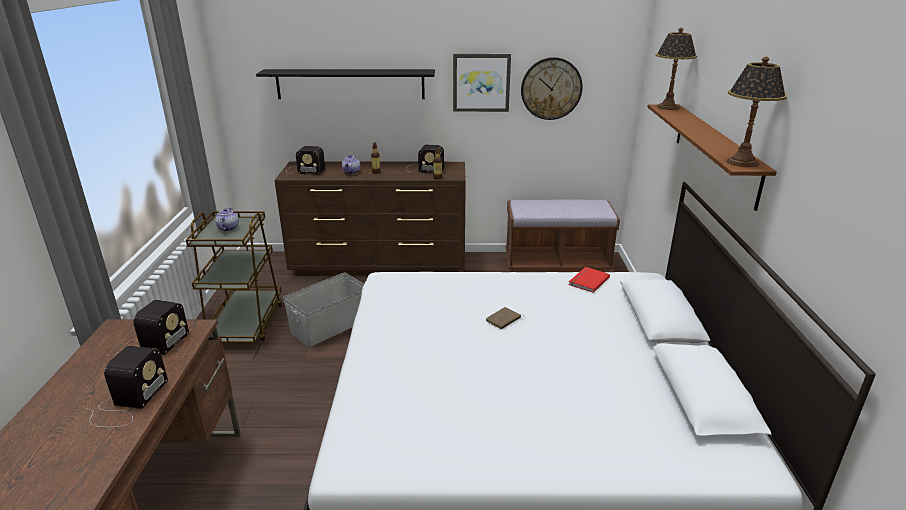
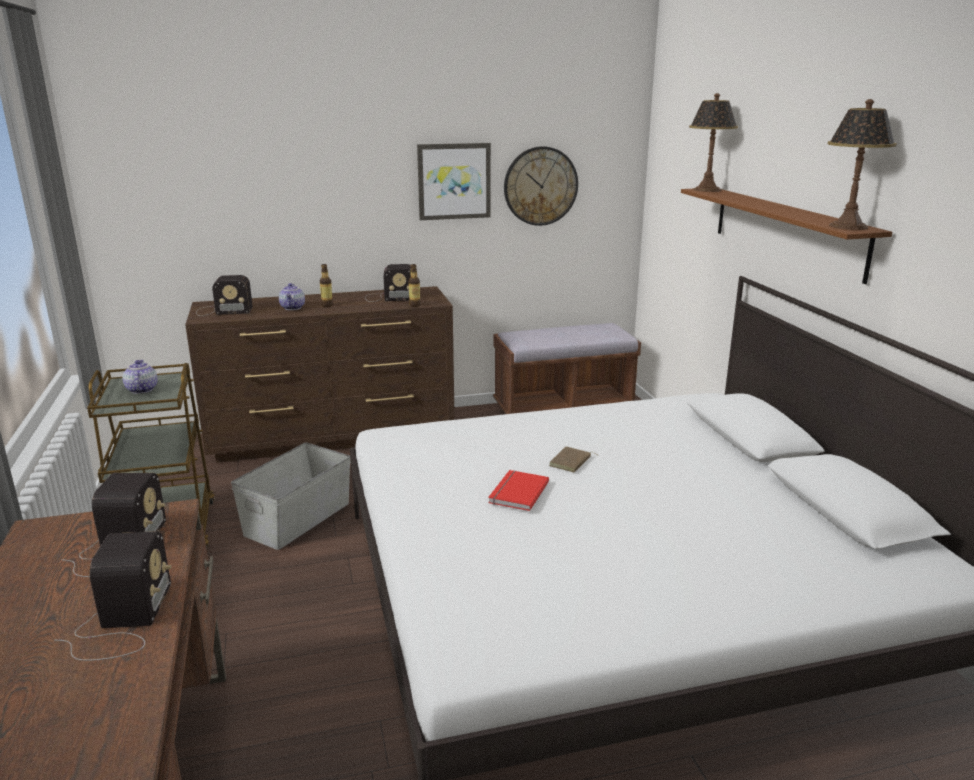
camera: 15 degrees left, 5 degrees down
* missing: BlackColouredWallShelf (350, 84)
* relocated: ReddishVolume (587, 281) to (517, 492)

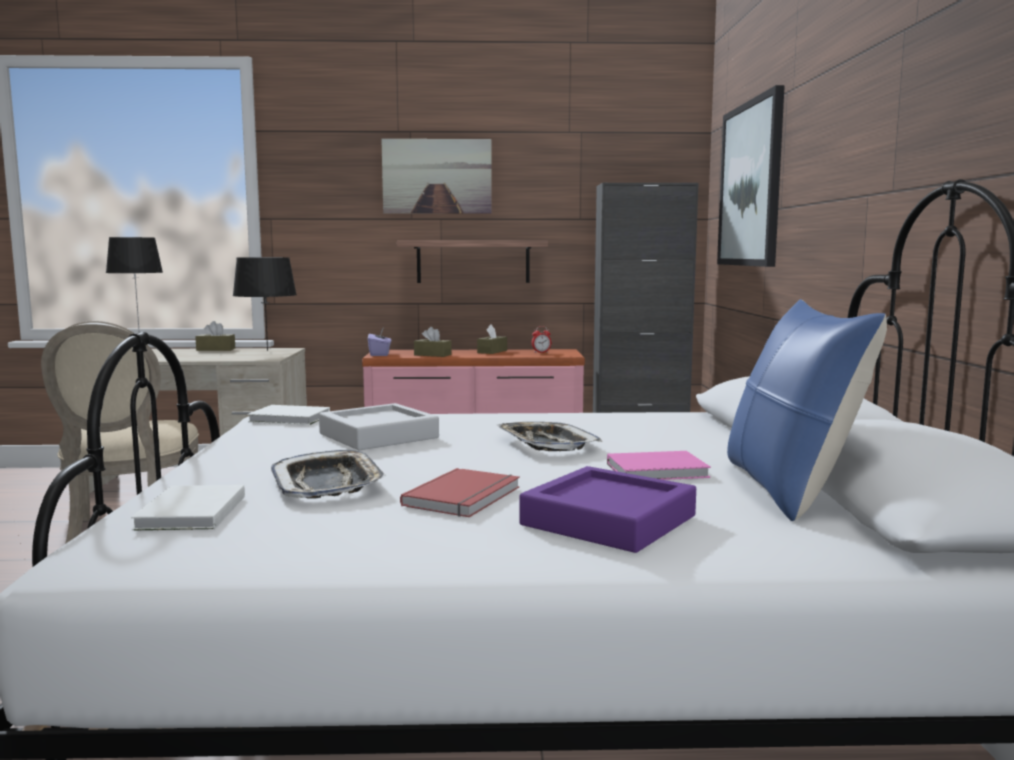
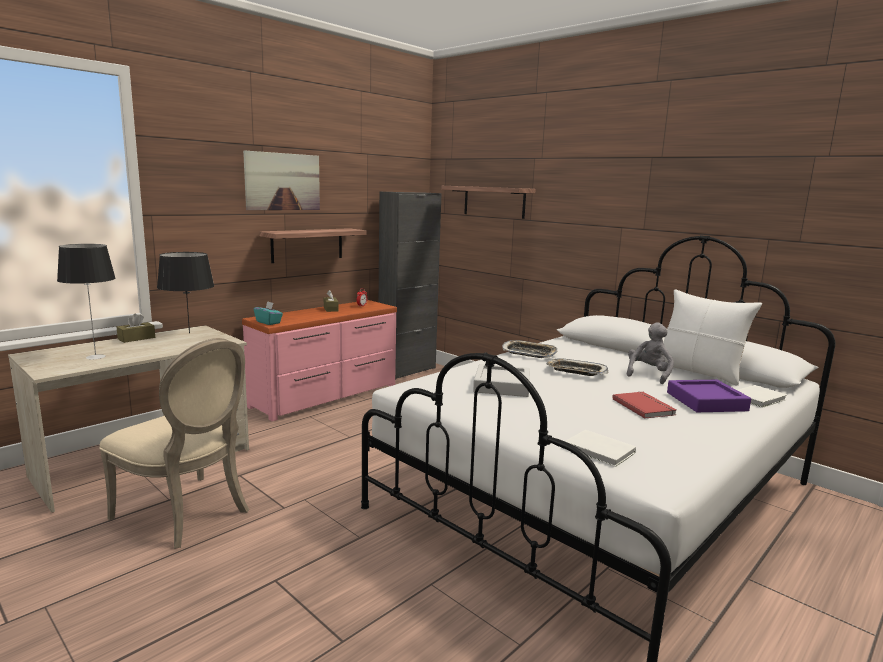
camera: 45 degrees left, 5 degrees up
* relocated: WhiteVolume (291, 419) to (759, 398)
* relocated: Tray (328, 484) to (529, 353)
* colour: PurplishTissueHolder (380, 354) to TurquoiseColouredTissueHolder (268, 322)
* missing: BrownColouredTissueHolder (432, 355)
* exchanged: PinkColouredVolume (660, 471) to GreySoftToy (648, 374)
* exchanged: WallArt (750, 184) to WallShelf (494, 202)
* colour: BluishThrowPillow (789, 489) to WhiteThrowPillow (698, 372)

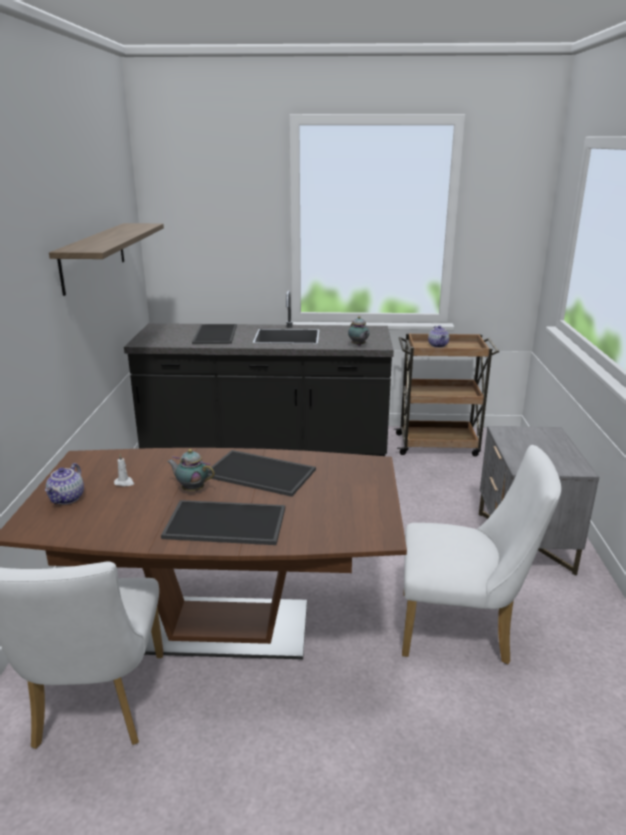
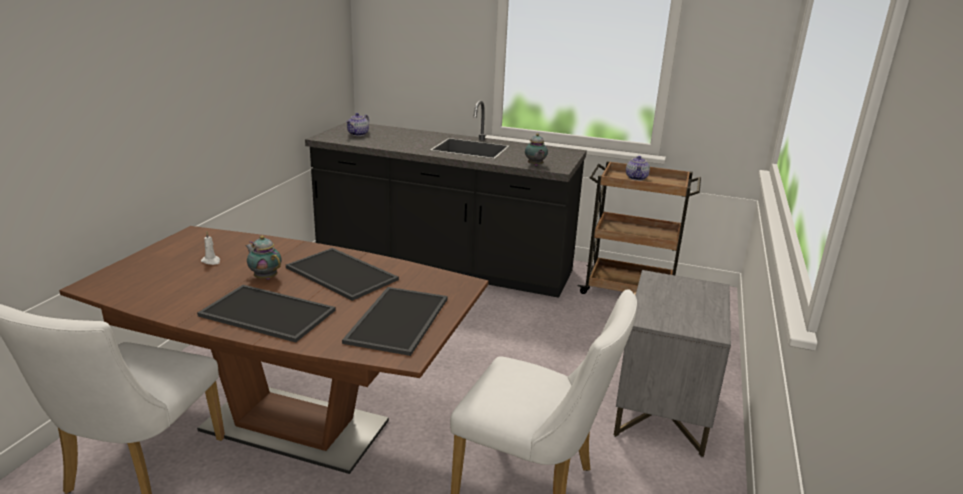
camera: 15 degrees right, 0 degrees up
* relocated: TeaPot (67, 499) to (358, 134)
* missing: WallShelf (94, 256)
* relocated: Tray (214, 334) to (396, 319)

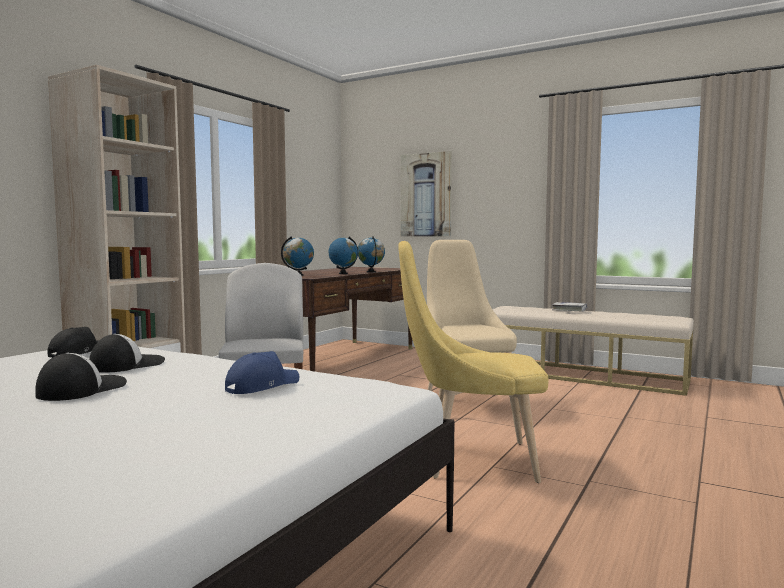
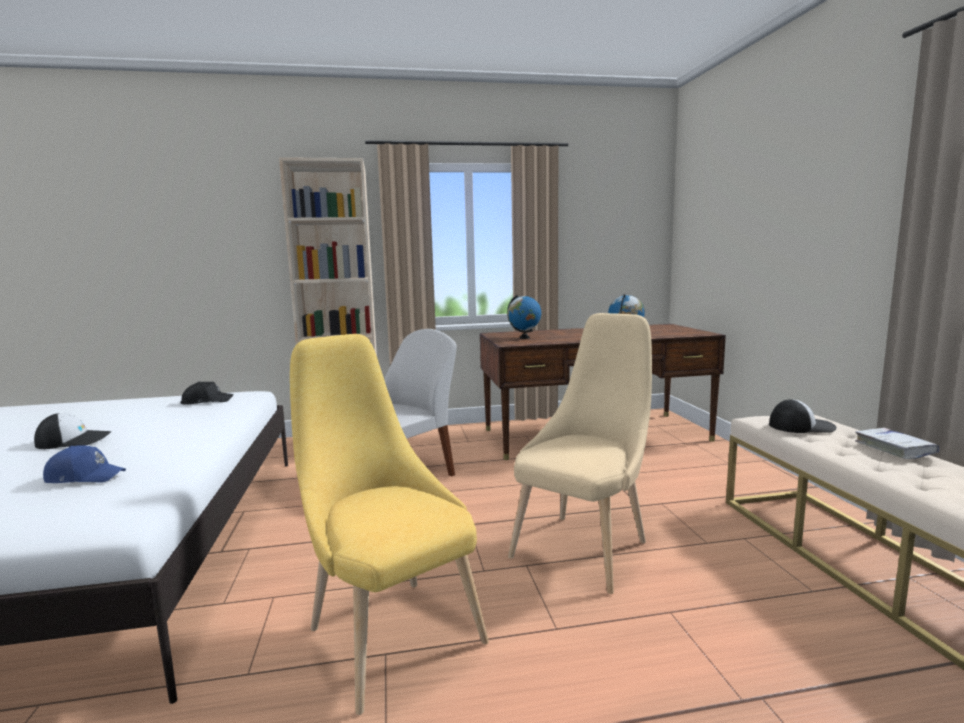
camera: 50 degrees right, 5 degrees up
* relocated: BaseballCap (127, 365) to (801, 426)
* missing: Globe (343, 273)
* missing: WallArt (426, 195)

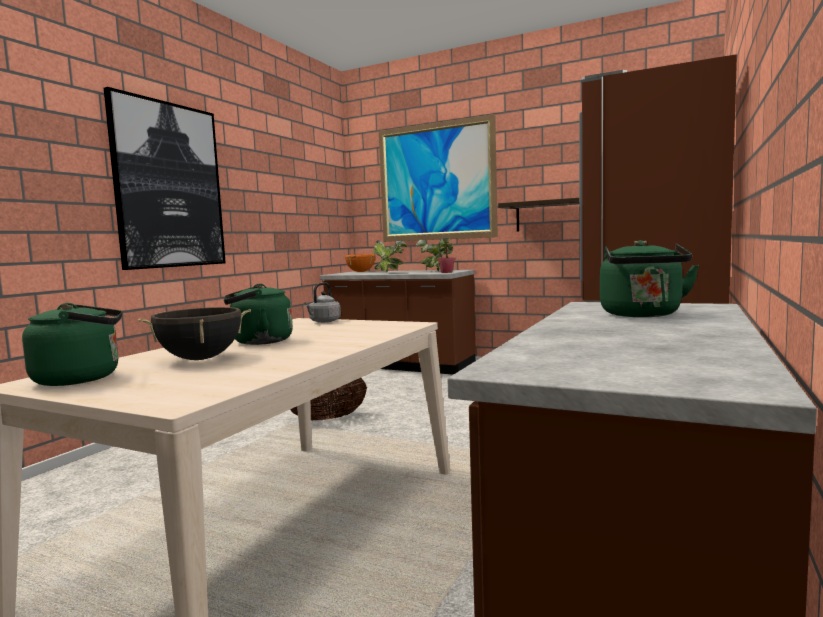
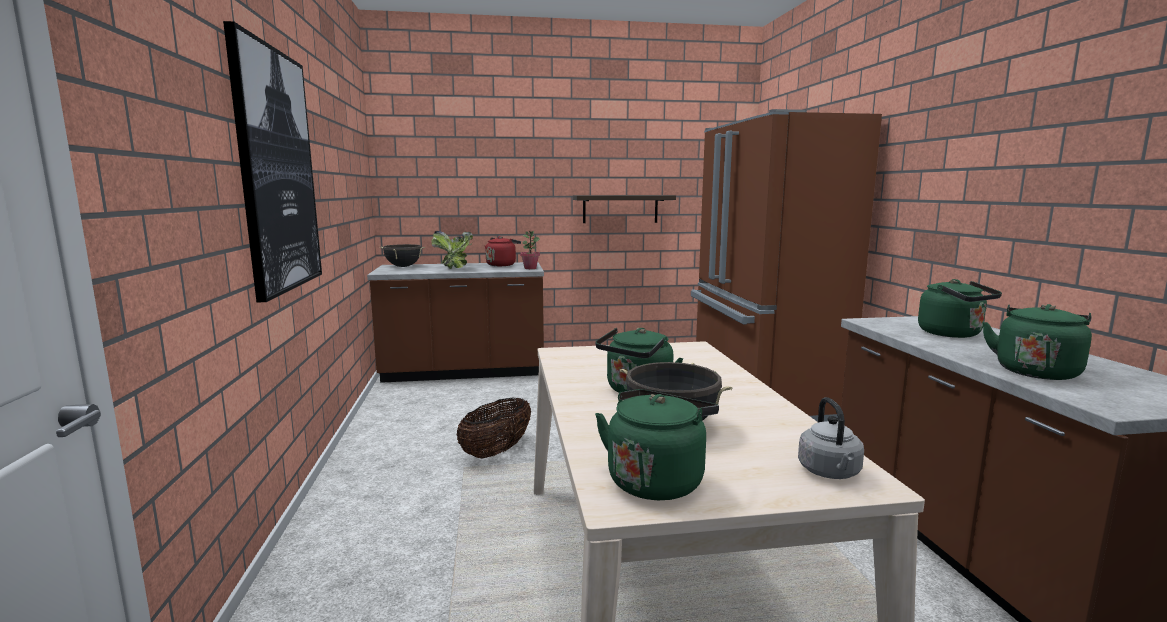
camera: 35 degrees left, 5 degrees up
* relocated: GreyKettle (323, 321) to (830, 473)
* colour: OrangeCookingPot (361, 272) to BlackColouredCookingPot (403, 266)
* missing: WallArt (436, 182)
* exchanged: PlantInAPot (435, 271) to ReddishKettle (502, 265)
* appeared: GreenKettle (1036, 371)

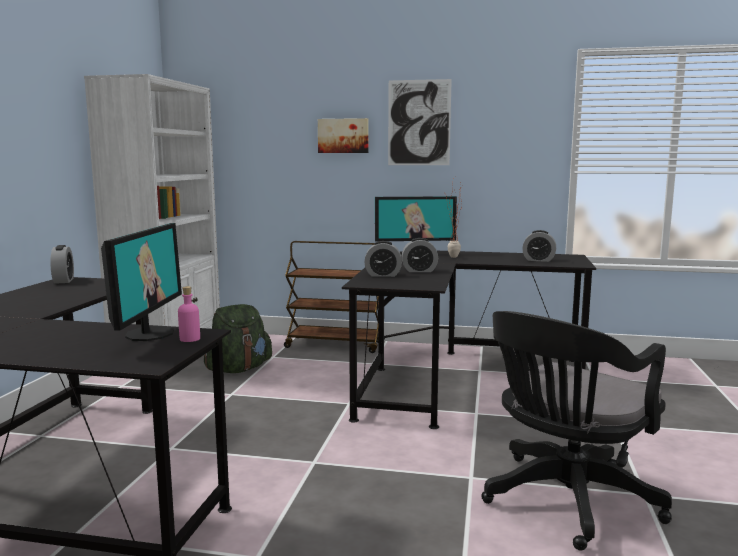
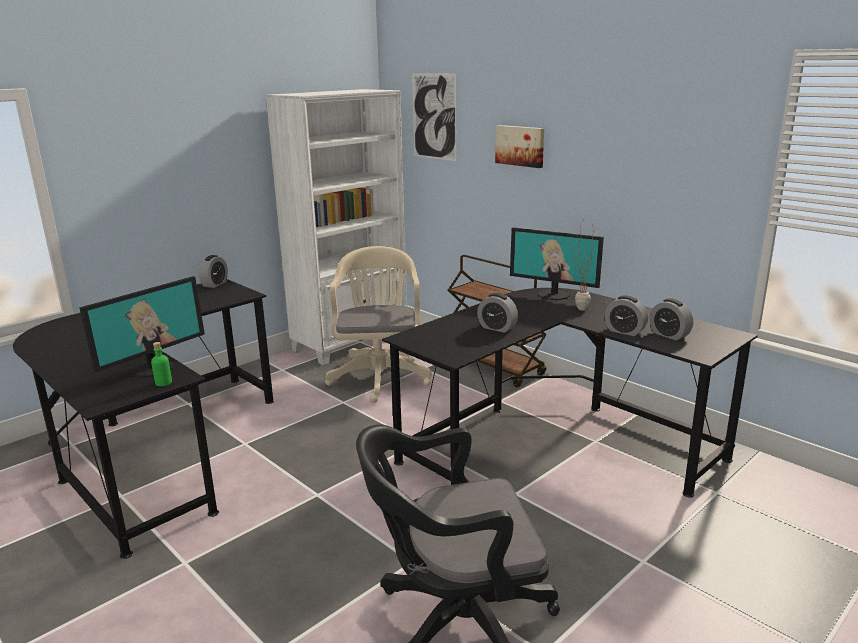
camera: 35 degrees right, 10 degrees up
* colour: PinkColouredBottle (190, 339) to GreenBottle (163, 382)
* exchanged: GreenRucksack (238, 369) to SandColouredComputerChair (379, 376)
* relocated: BedsideClock (383, 275) to (624, 331)
* relocated: WallArt (419, 123) to (434, 116)

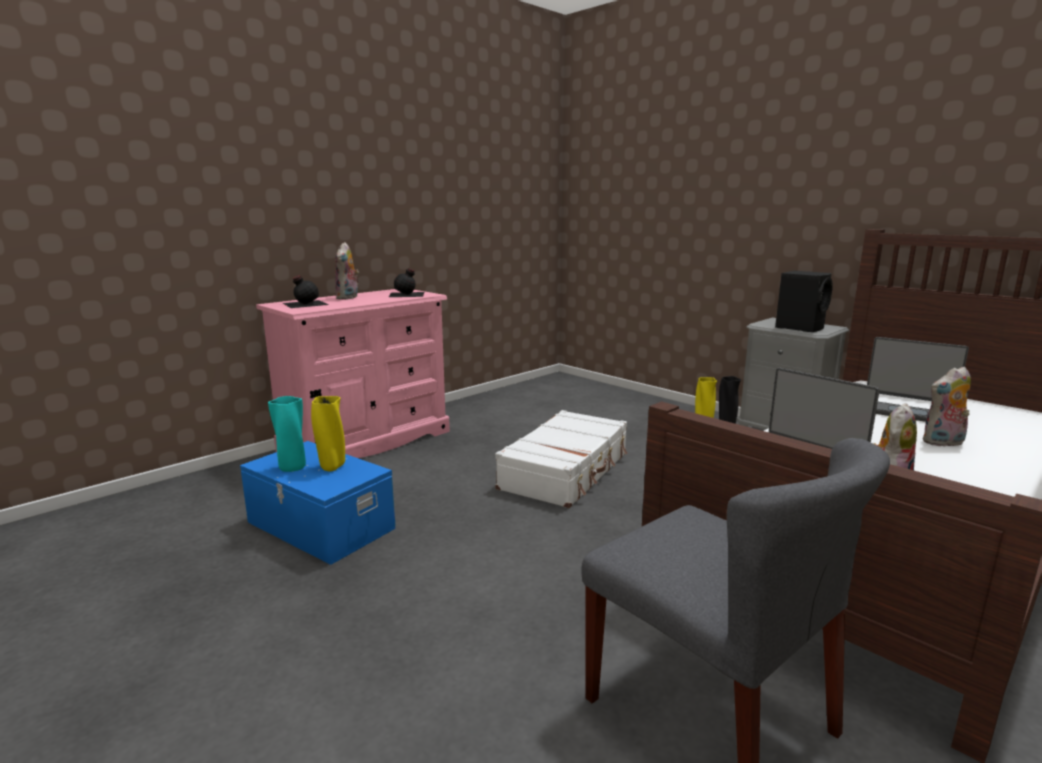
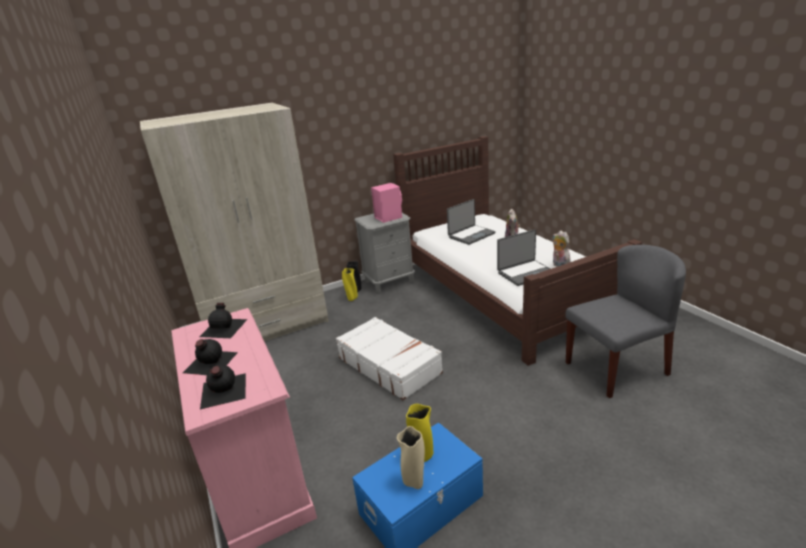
camera: 70 degrees left, 10 degrees up
* colour: TurquoiseColouredVase (293, 468) to SandColouredVase (414, 482)
* exchanged: SoftToy (348, 298) to BlackColouredBottle (209, 362)
* colour: BlackColouredLoudspeaker (800, 327) to PinkColouredLoudspeaker (388, 217)
* appeared: SandColouredWardrobe (267, 325)

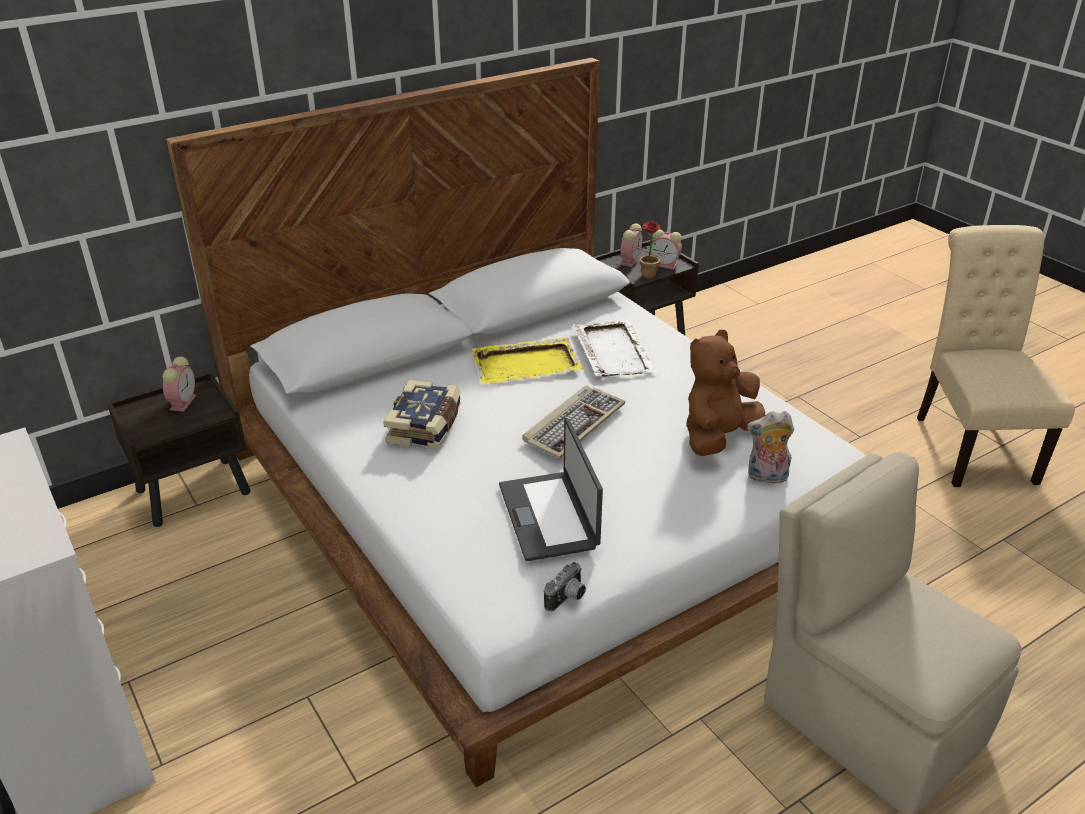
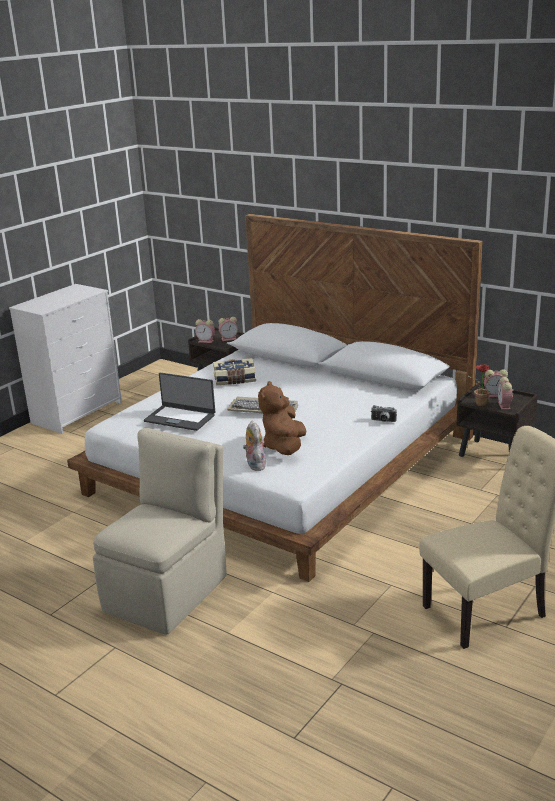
camera: 70 degrees right, 10 degrees down
* missing: YellowTray (527, 364)
* spun: Laptop (549, 516) = (180, 418) 120 degrees counterclockwise
* relocated: PhotoCamera (567, 599) to (383, 421)
* missing: WhiteTray (613, 351)
* spun: BrownColouredSoftToy (718, 437) = (284, 447) 105 degrees counterclockwise
* appeared: BedsideClock (206, 341)

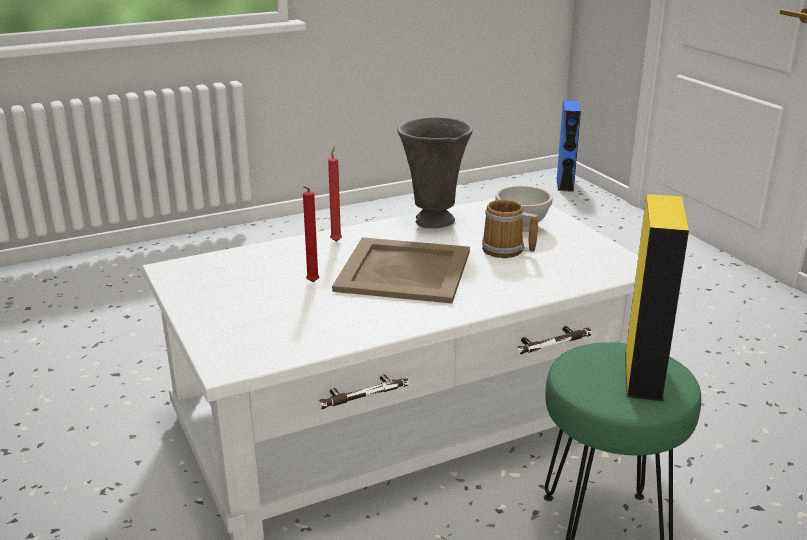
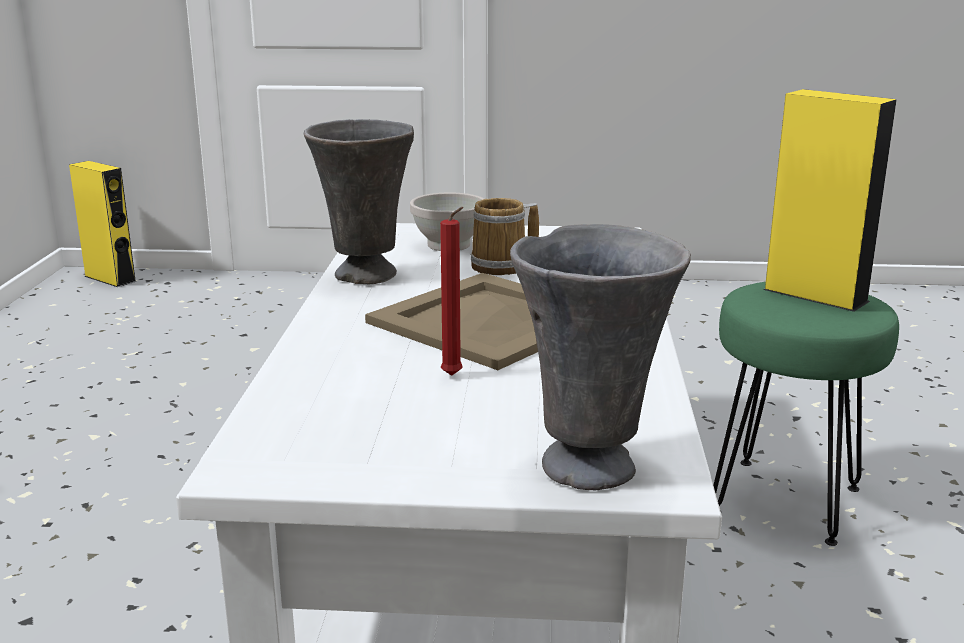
camera: 60 degrees left, 5 degrees down
* missing: ReddishCandle (336, 240)
* colour: BluishLoudspeaker (565, 184) to YellowLoudspeaker (110, 278)
* appeared: GreyVase (591, 465)

